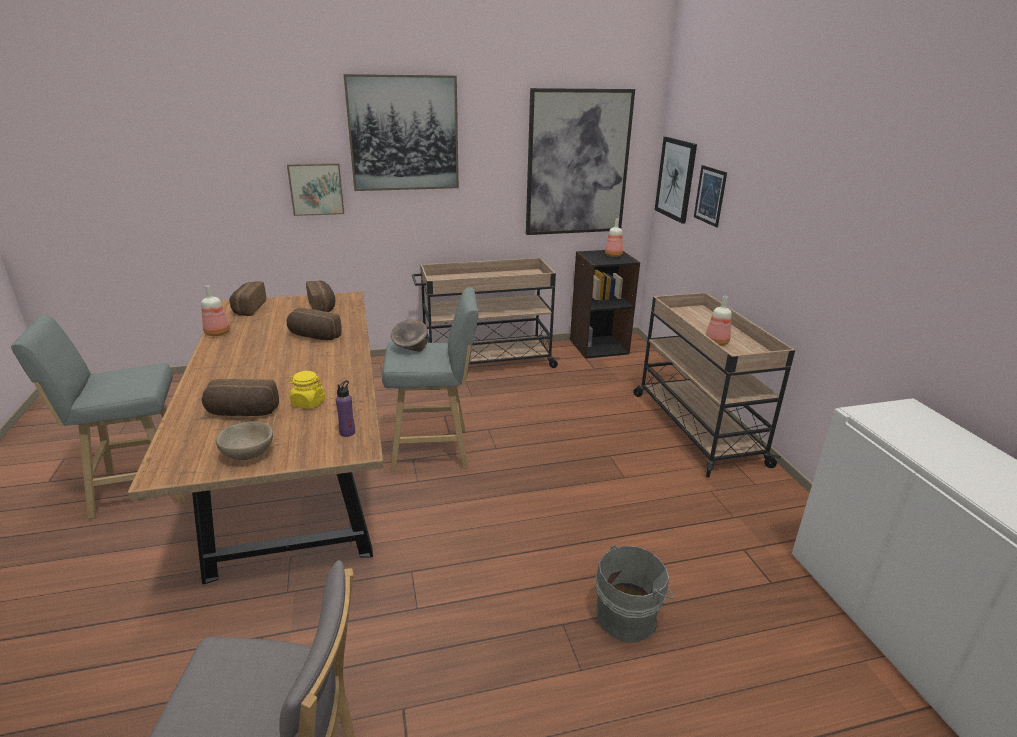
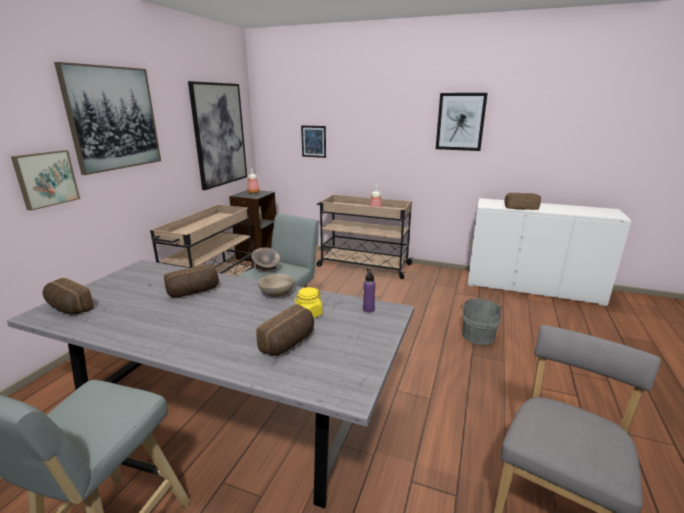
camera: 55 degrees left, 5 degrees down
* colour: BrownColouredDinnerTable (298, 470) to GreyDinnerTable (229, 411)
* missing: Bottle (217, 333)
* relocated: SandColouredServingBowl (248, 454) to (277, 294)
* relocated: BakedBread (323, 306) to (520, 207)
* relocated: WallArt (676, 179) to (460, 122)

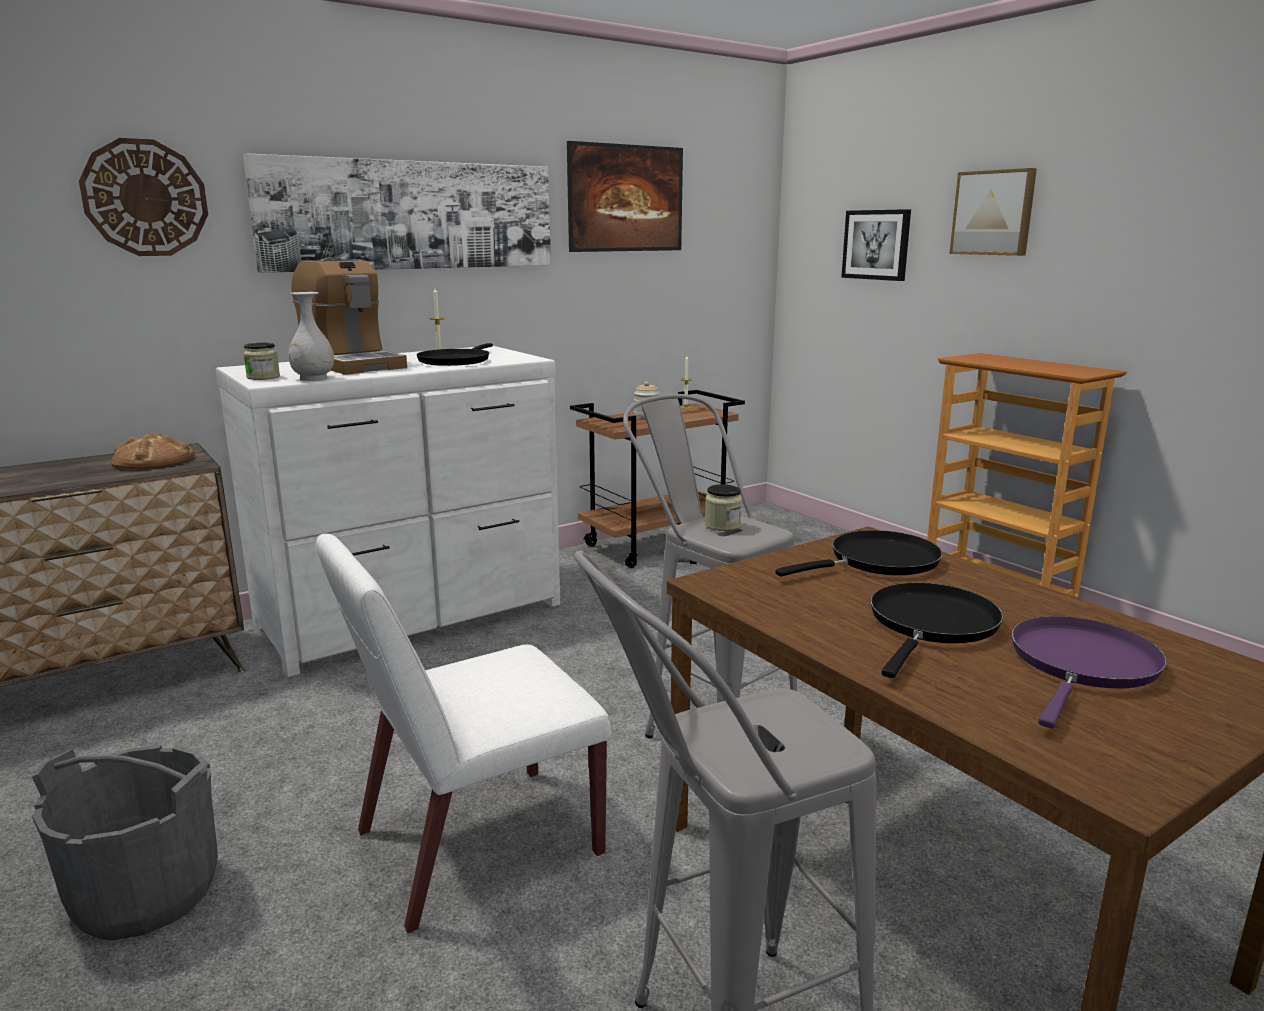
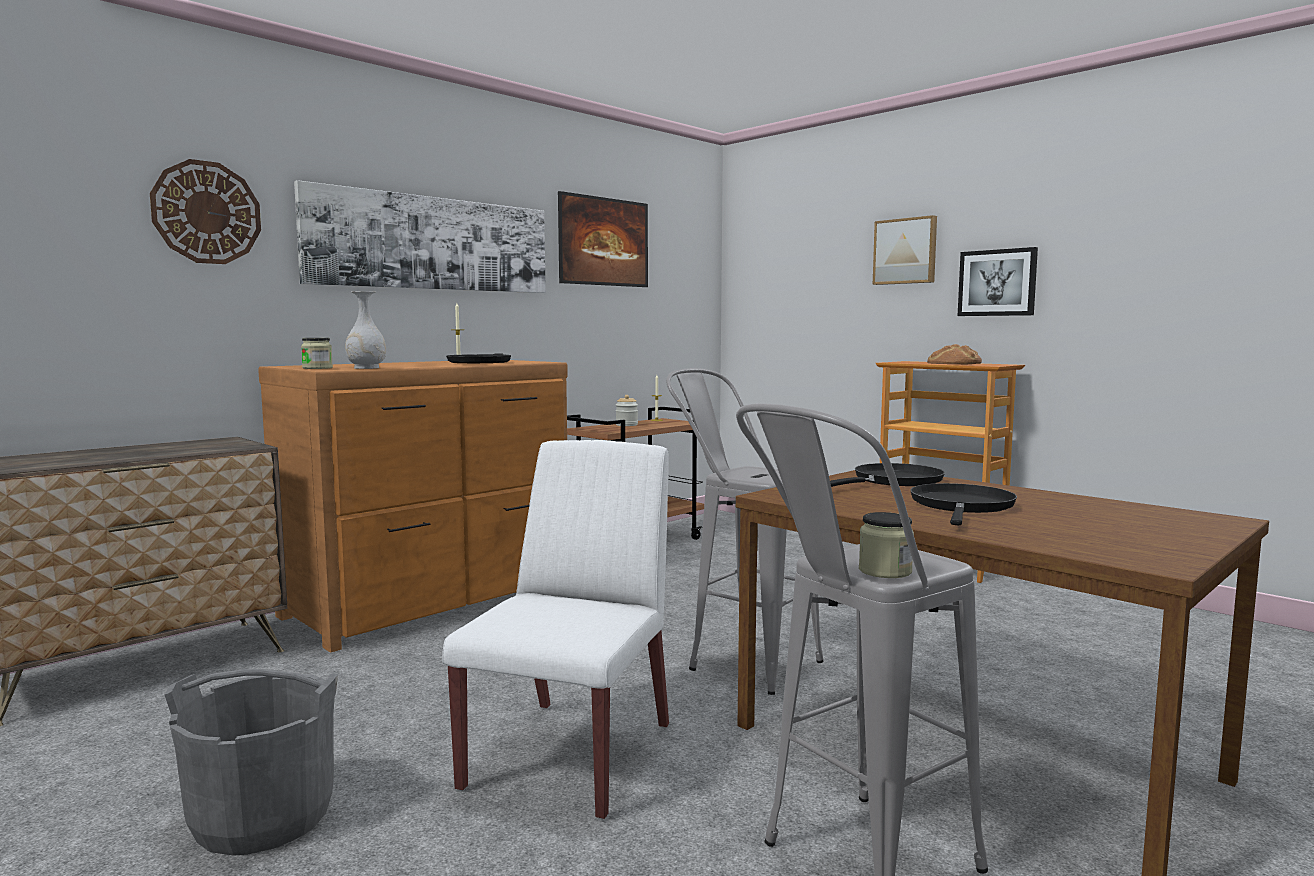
camera: 10 degrees left, 10 degrees down
* relocated: BakedBread (153, 461) to (954, 363)
* colour: WhiteDrawerChest (413, 615) to BrownColouredDrawerChest (434, 601)
* missing: CoffeeMaker (351, 364)
* spun: WhiteUprightChair (476, 844) = (571, 754) 150 degrees clockwise
* relocated: Jar (722, 525) to (885, 571)
* relocated: WallArt (876, 245) to (997, 283)
* missing: PurplishFryingPan (1081, 665)

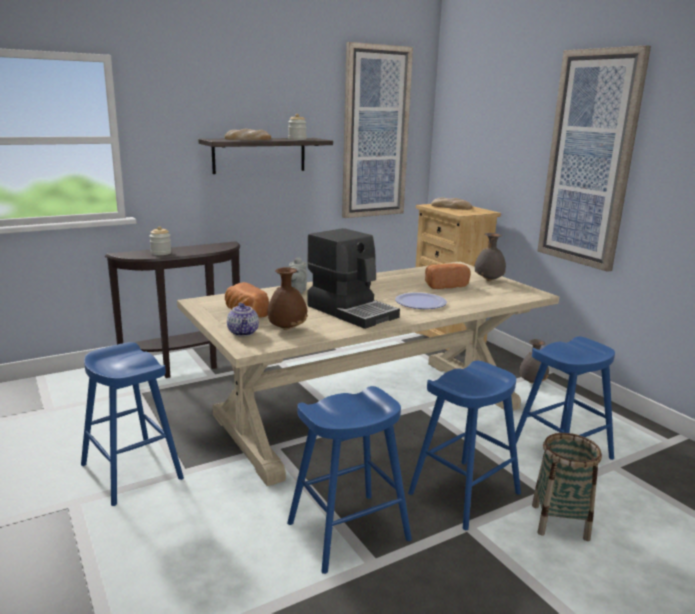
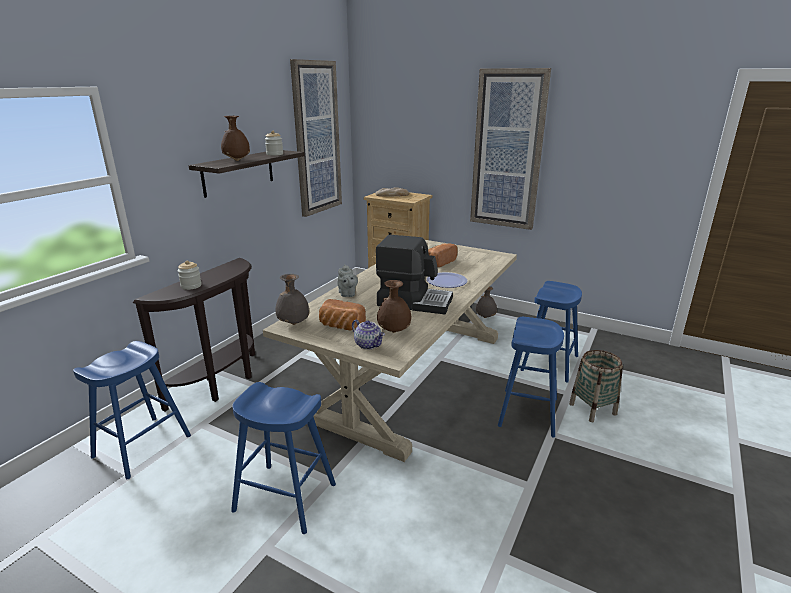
camera: 30 degrees left, 5 degrees up
* exchanged: BakedBread (248, 139) to BrownColouredVase (237, 160)
* relocated: BluishStool (348, 531) to (142, 446)
* relocated: GreyVase (488, 280) to (293, 323)

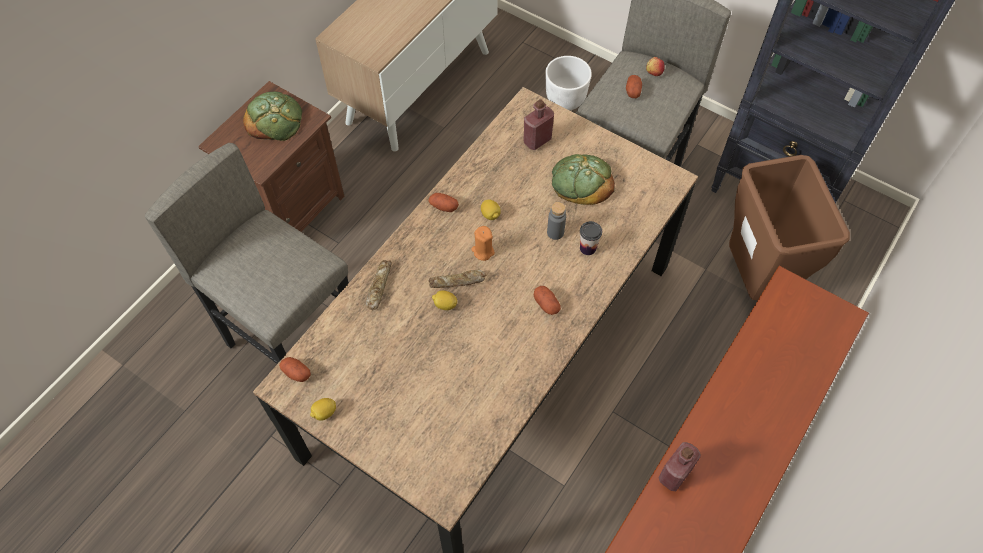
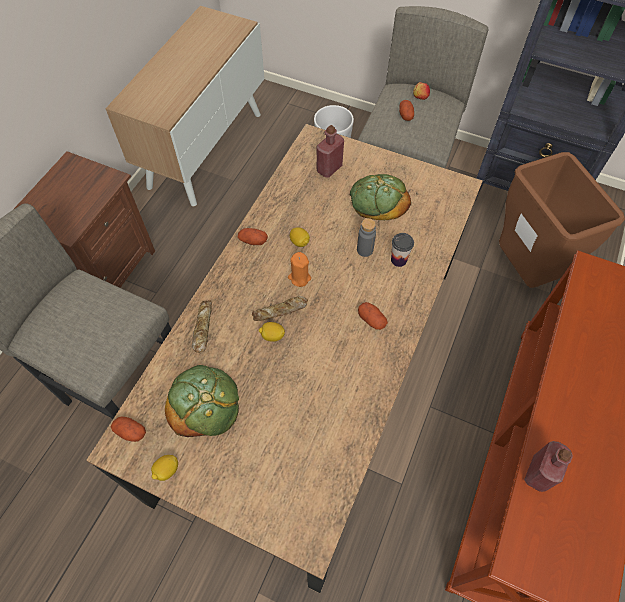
camera: 10 degrees left, 0 degrees up
* relocated: BakedBread (274, 119) to (203, 403)

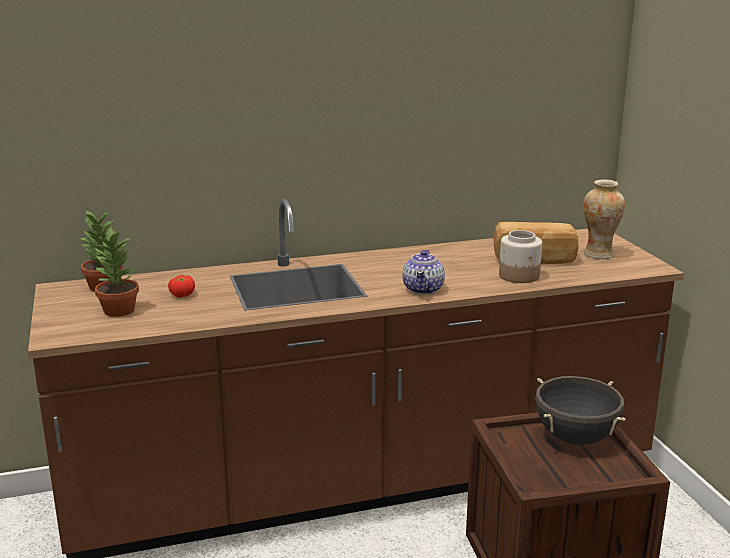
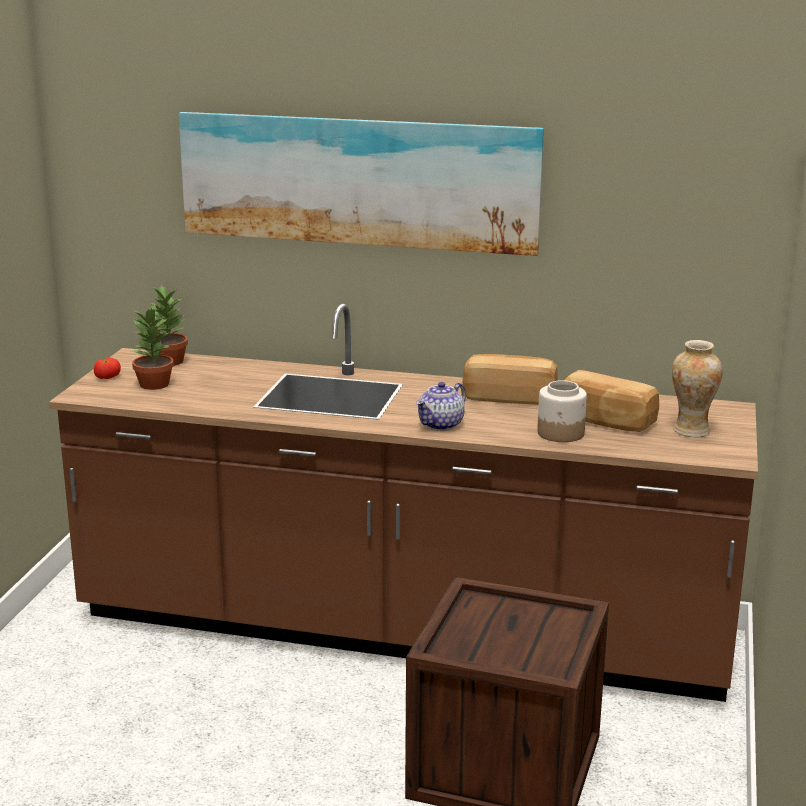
camera: 30 degrees right, 0 degrees up
* relocated: WholeTomato (181, 295) to (106, 377)
* missing: BlackColouredCookingPot (575, 438)
* appeared: WallArt (358, 180)
* appeared: BakedBread (509, 396)

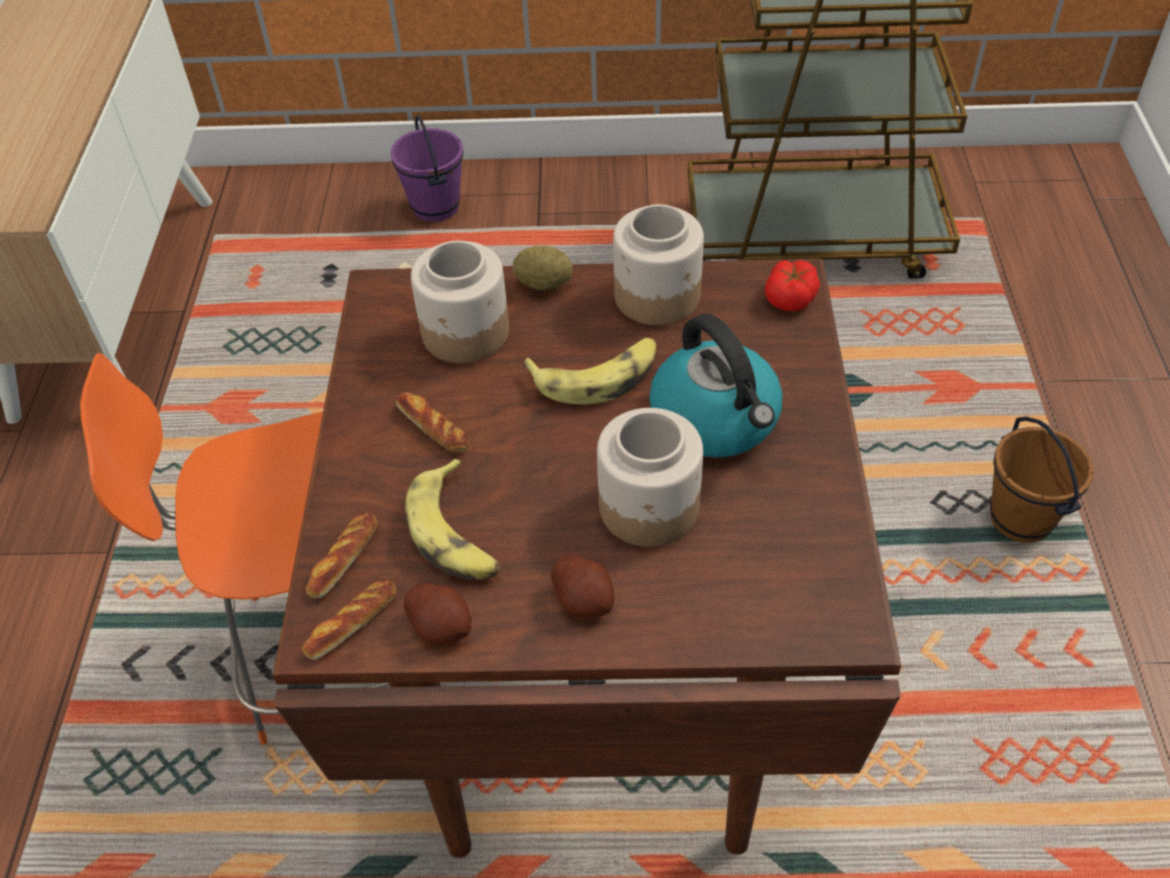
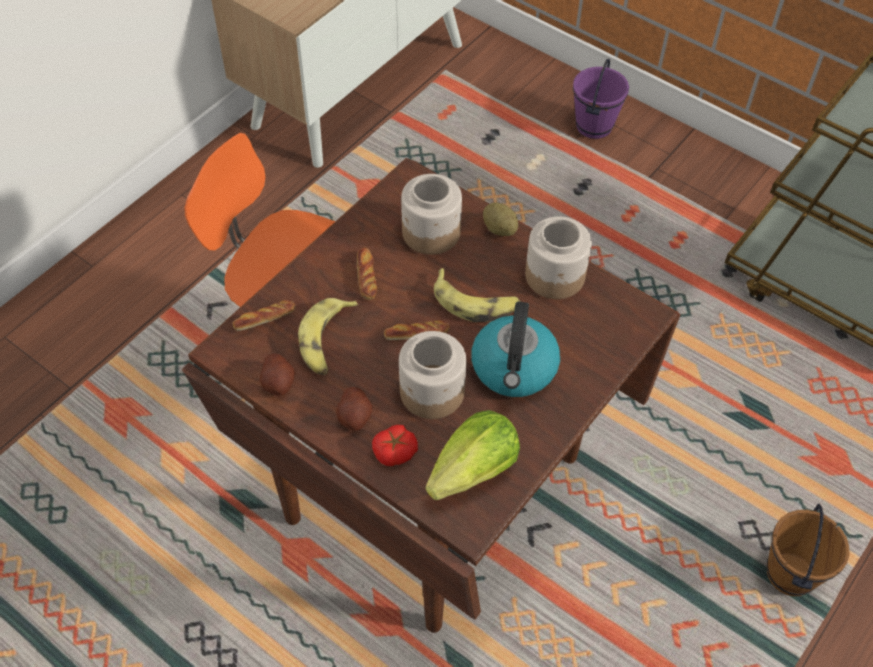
camera: 35 degrees right, 5 degrees up
* relocated: BakedBread (352, 623) to (417, 333)
* relocated: WholeTomato (791, 297) to (395, 452)
* appeared: Lettuce (474, 470)

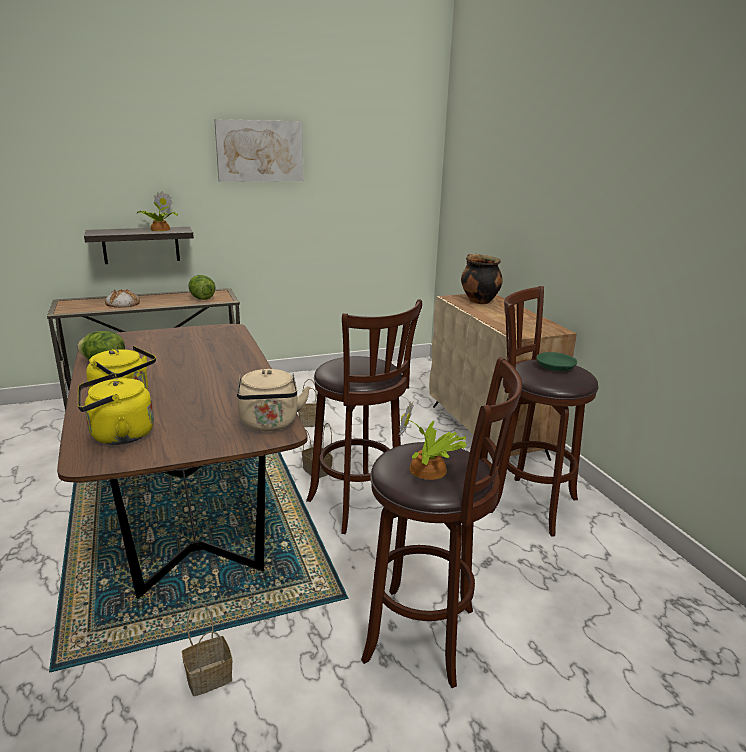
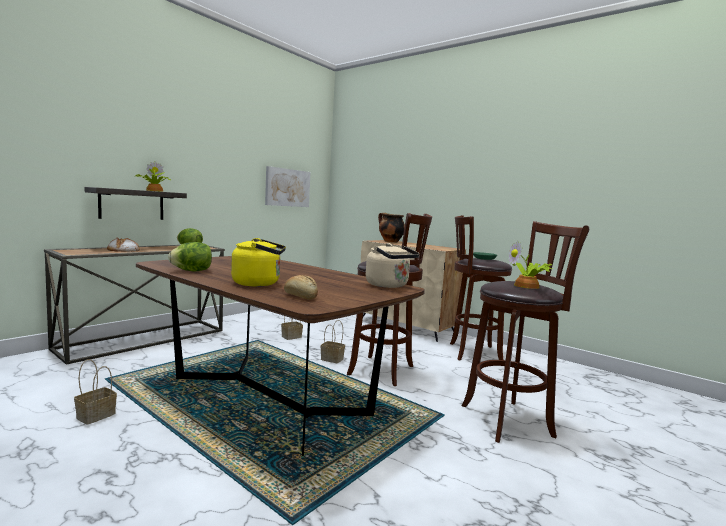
camera: 30 degrees left, 15 degrees down
* exchanged: YellowKettle (118, 436) to BakedBread (300, 296)
* relocated: HouseholdBasket (208, 678) to (95, 416)
* relocated: WallArt (260, 151) to (287, 187)

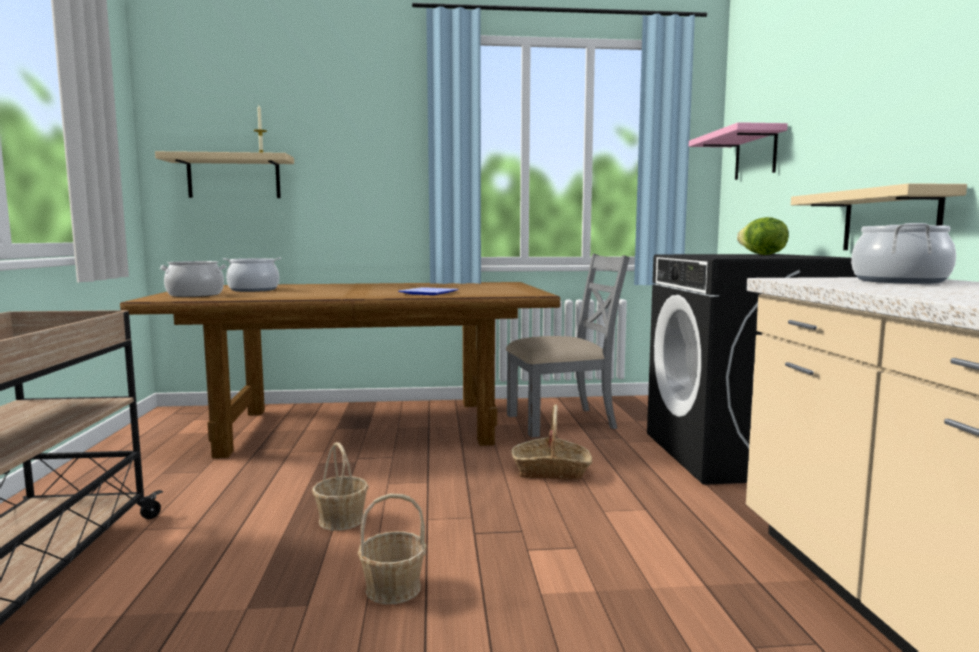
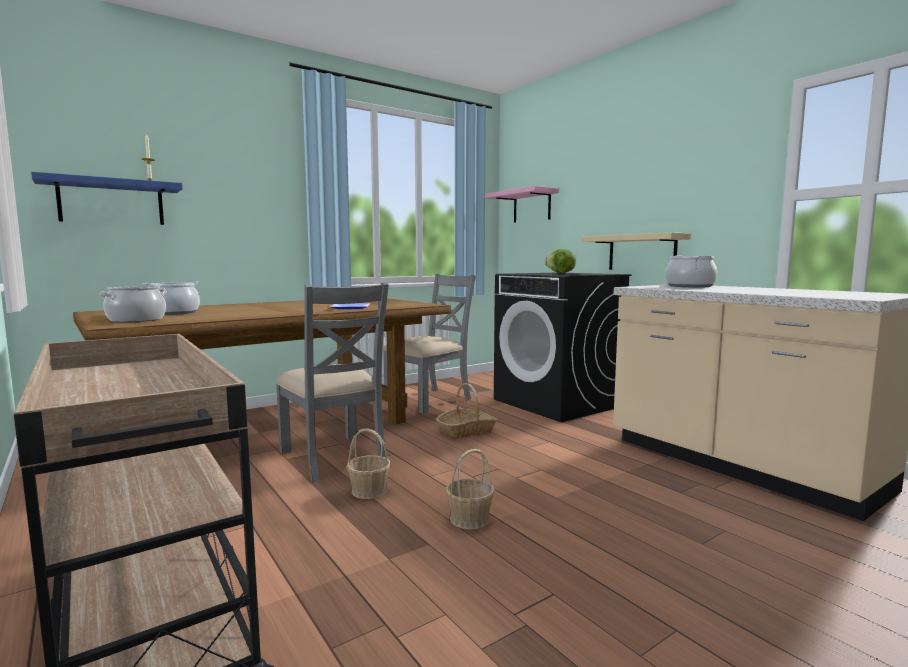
camera: 30 degrees left, 0 degrees up
* colour: SandColouredWallShelf (234, 177) to BluishWallShelf (112, 202)
* appeared: GreyUprightChair (334, 457)

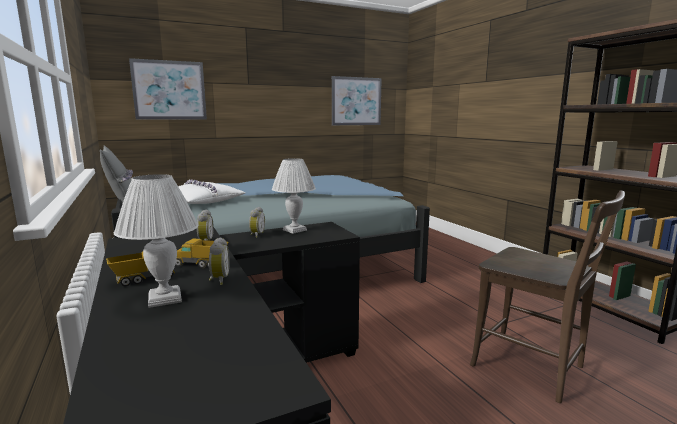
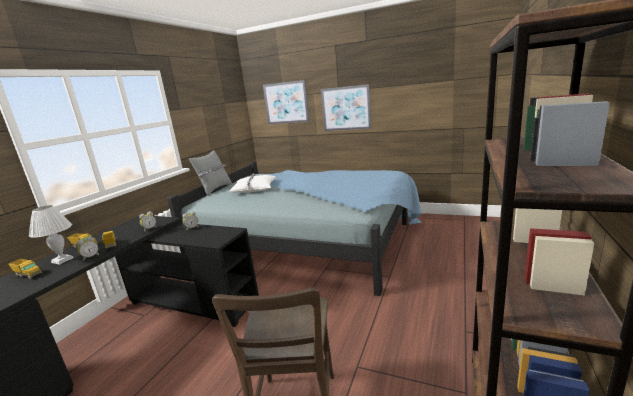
camera: 50 degrees right, 5 degrees up
* missing: WhiteTableLamp (294, 230)
* relocated: WallArt (356, 101) to (346, 108)
* appeared: ToyTruck (28, 275)

